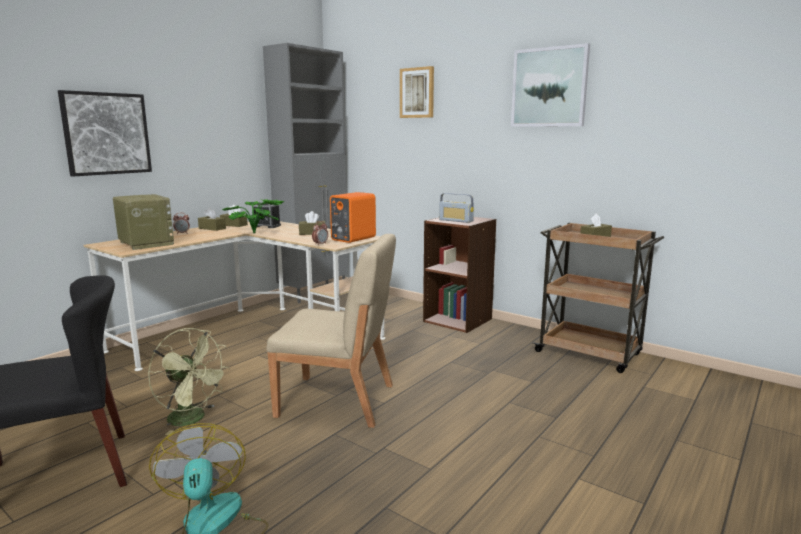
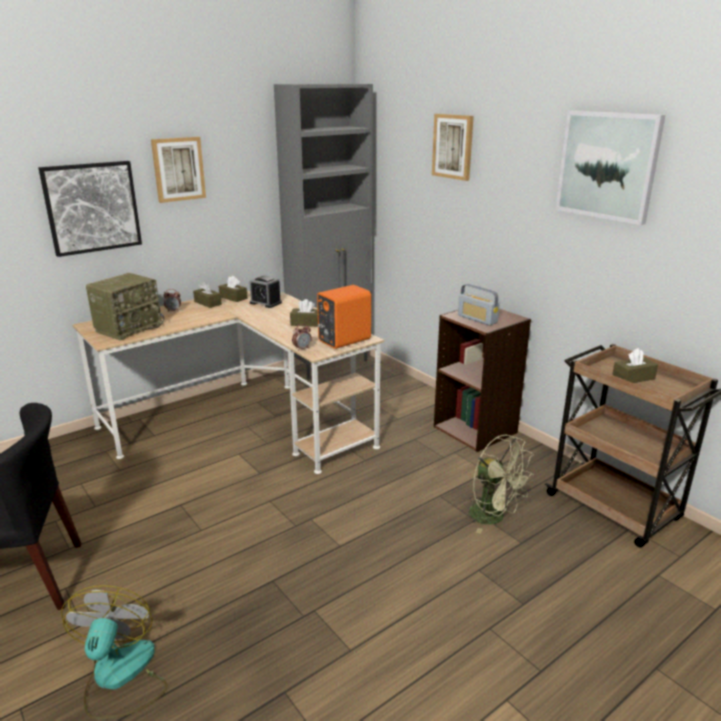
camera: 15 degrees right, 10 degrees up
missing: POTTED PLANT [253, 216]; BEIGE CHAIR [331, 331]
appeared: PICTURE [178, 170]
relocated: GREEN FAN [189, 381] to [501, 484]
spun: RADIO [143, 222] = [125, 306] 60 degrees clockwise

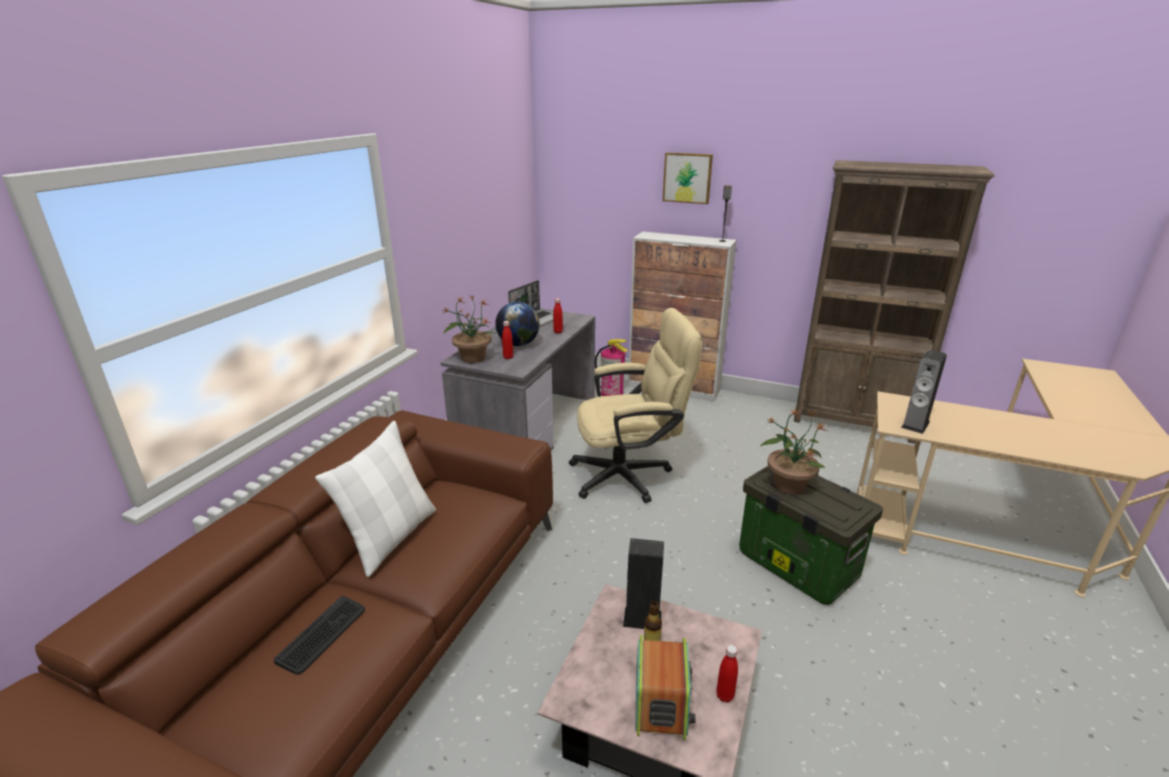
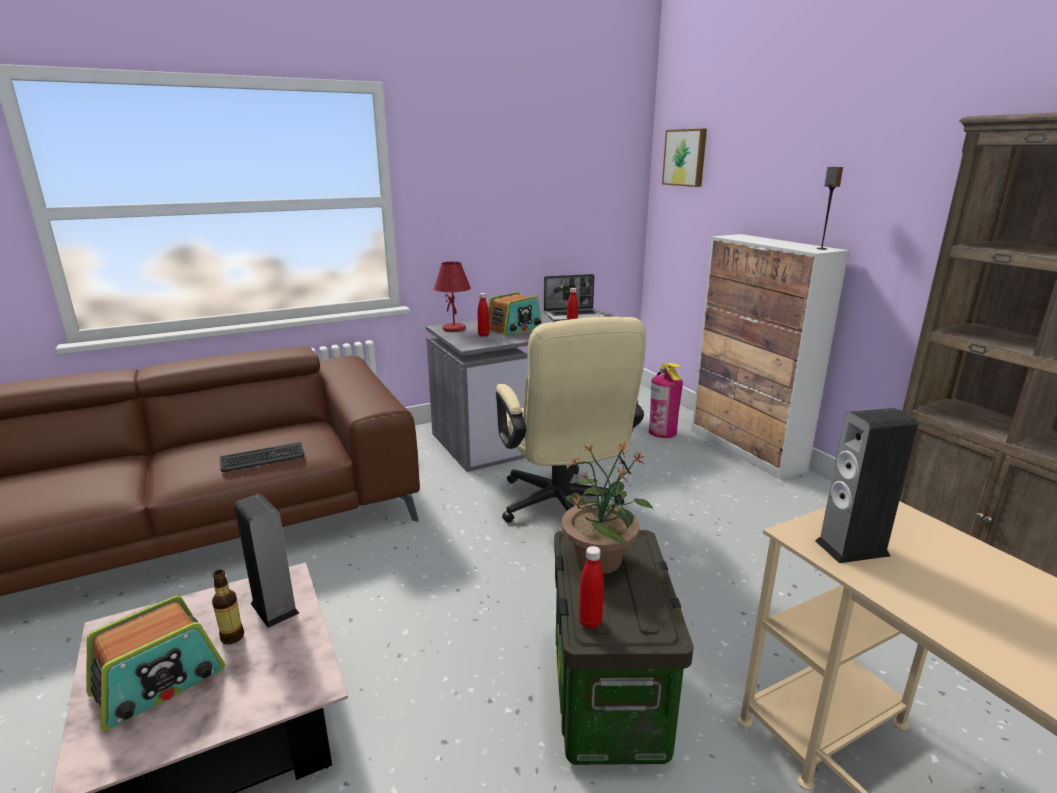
camera: 40 degrees right, 5 degrees down
missing: WHITE PILLOW [375, 499]
relocated: KEYBOARD [319, 635] to [262, 457]; RED BOTTLE [727, 674] to [591, 587]; PICTURE [688, 178] to [684, 158]
exchanged: POTTED PLANT [468, 329] to RED TABLE LAMP [452, 297]; GLOBE [517, 324] to RADIO [515, 314]
spun: BEIGE OFFICE CHAIR [635, 405] = [571, 420] 45 degrees clockwise

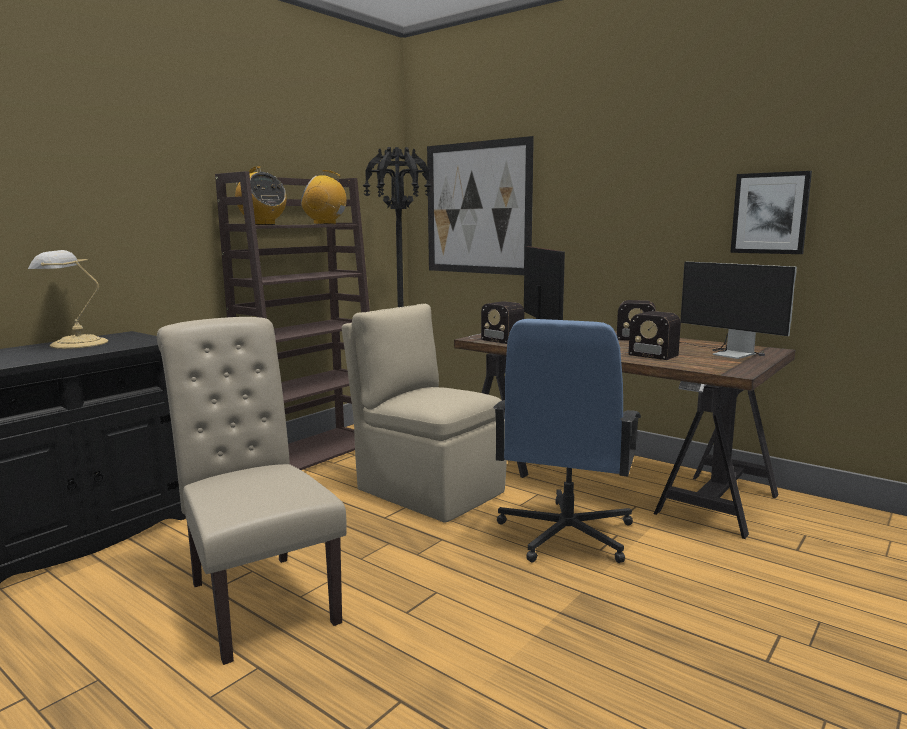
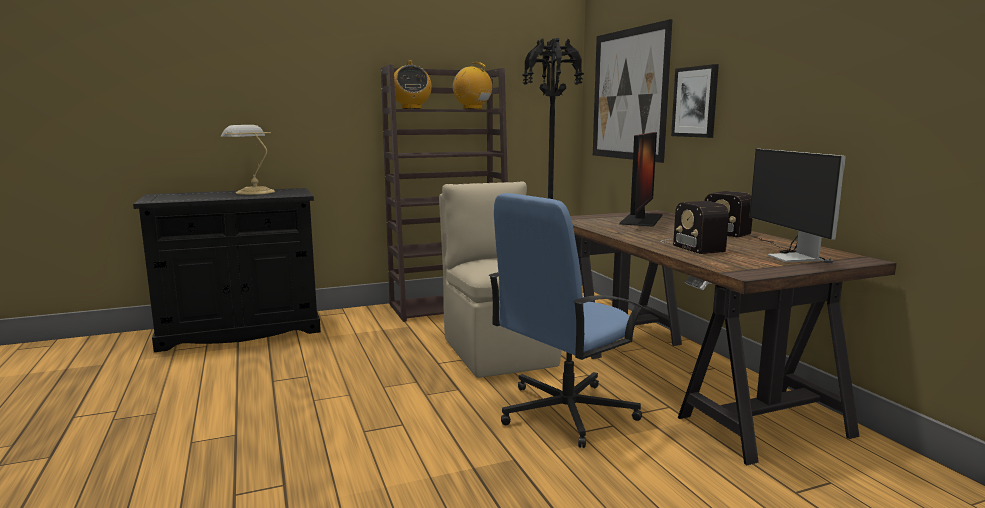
camera: 30 degrees right, 0 degrees up
missing: BEIGE CHAIR [252, 491]; RADIO [496, 322]
relocated: PICTURE [771, 212] to [695, 101]

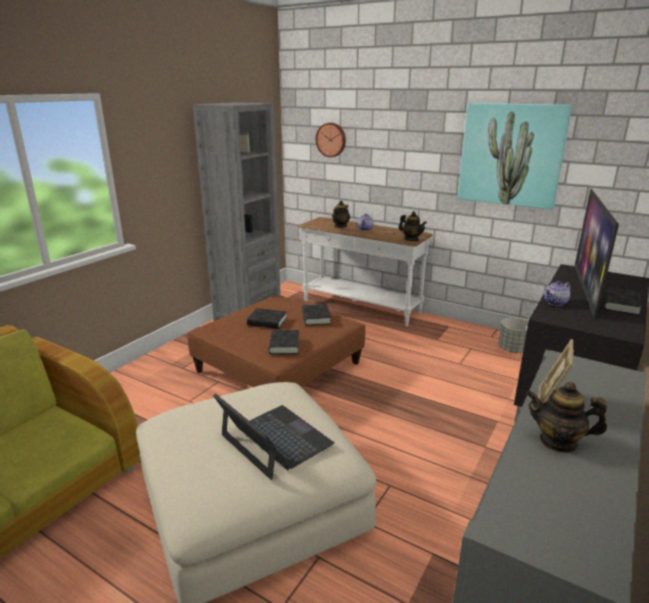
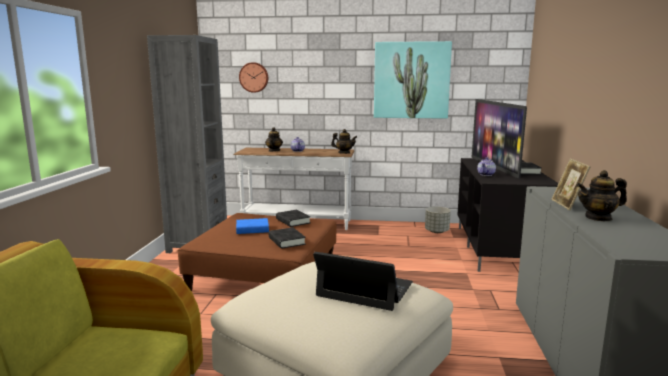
camera: 25 degrees left, 10 degrees down
colour: BLACK BOOK [267, 318] to BLUE BOOK [252, 226]

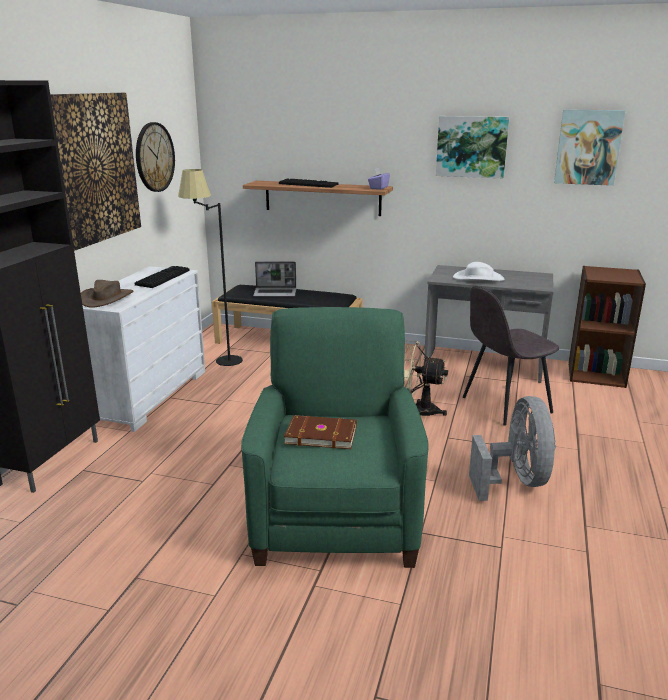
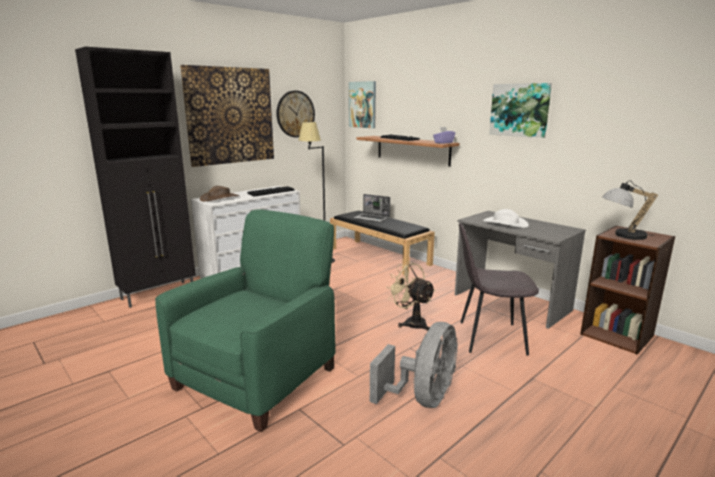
camera: 30 degrees right, 5 degrees down
missing: BROWN BOOK [320, 432]
appeared: TABLE LAMP [630, 210]
relocated: PICTURE [590, 148] to [362, 104]

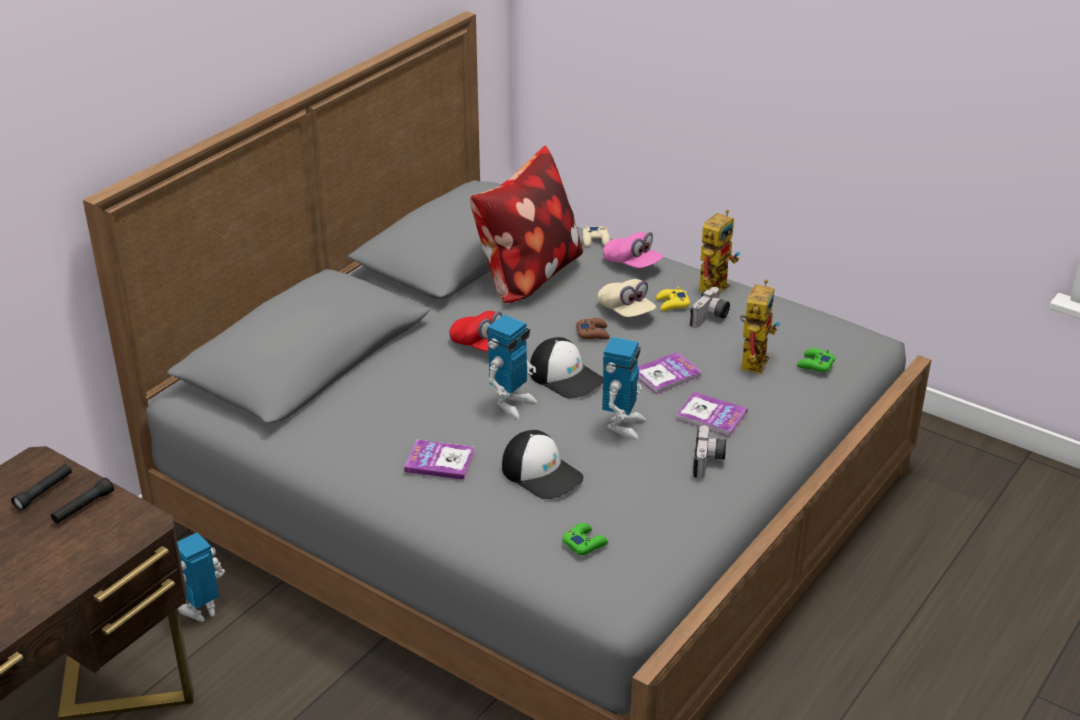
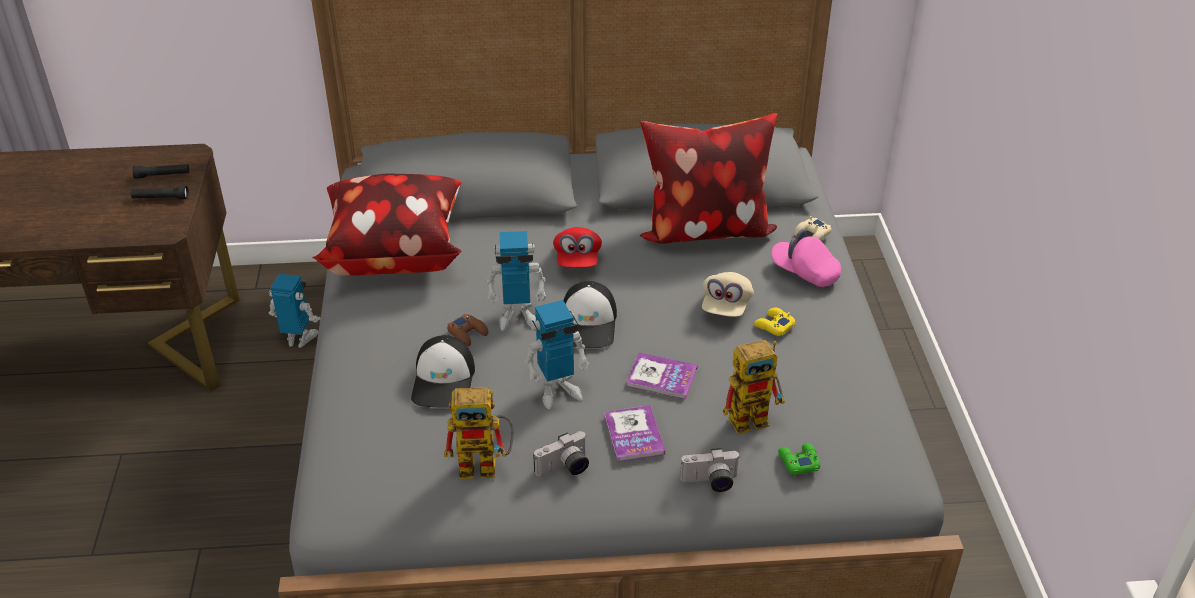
camera: 50 degrees right, 5 degrees up
missing: BOOK [439, 459]; GREEN GAME CONTROLLER [585, 539]
appeared: PILLOW [387, 224]
relocated: TOY ROBOT [719, 252] to [479, 433]; BROWN GAME CONTROLLER [593, 329] to [467, 330]; PHOTO CAMERA [710, 307] to [710, 470]
spun: PINK CAP [633, 250] = [806, 258] 120 degrees clockwise

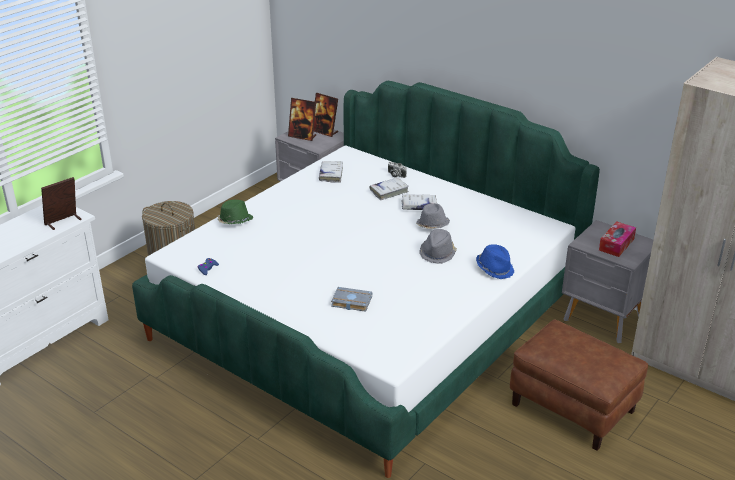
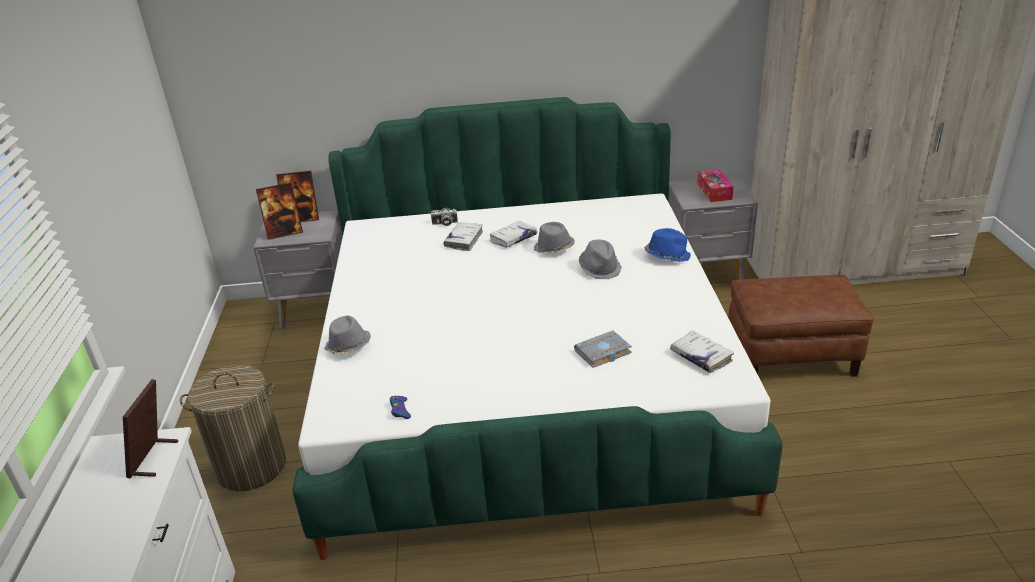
camera: 40 degrees left, 0 degrees up
relocated: WHITE BOOK [331, 172] to [702, 352]
colour: GREEN HAT [235, 212] to GREY HAT [347, 335]

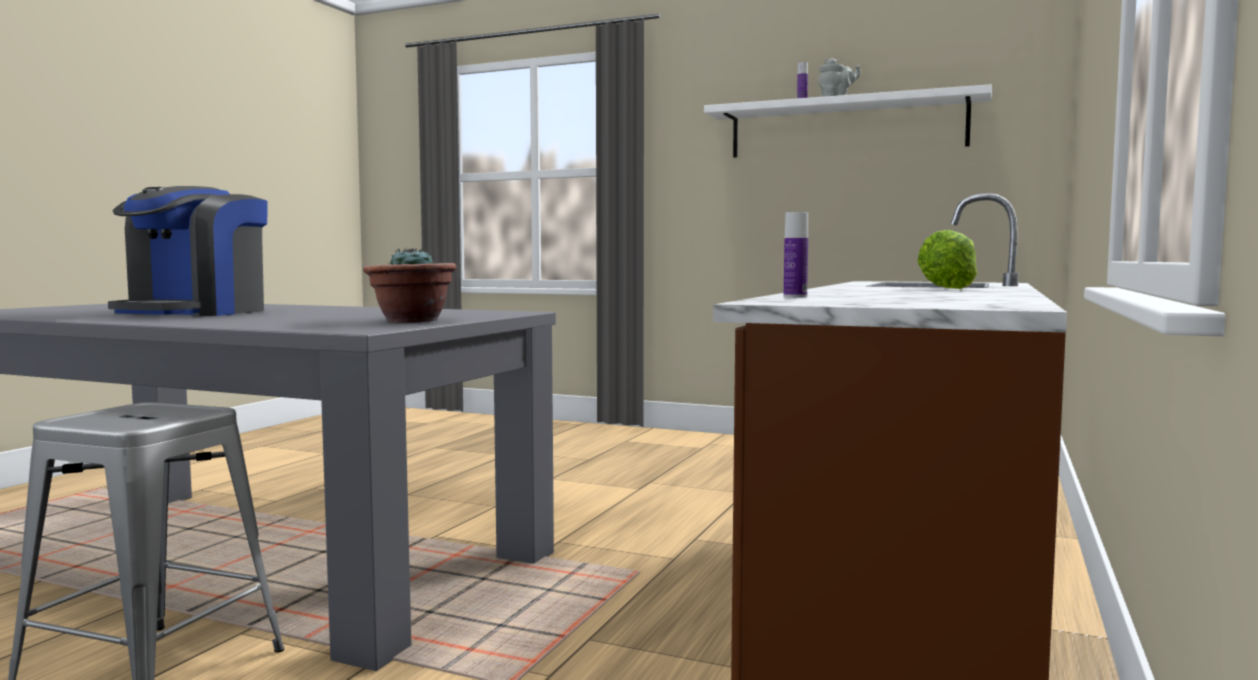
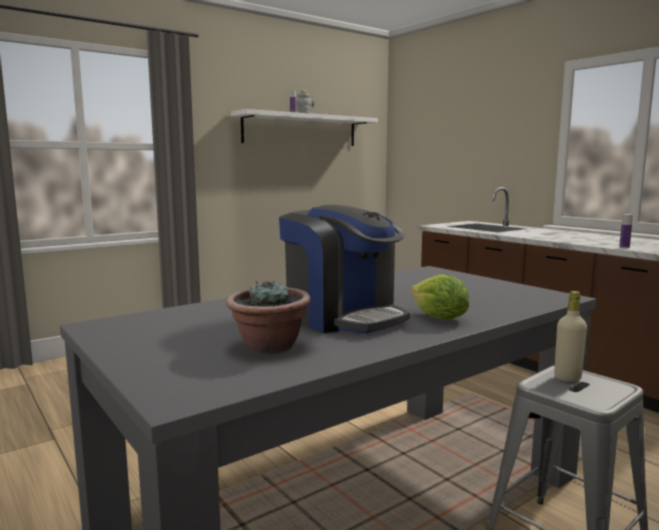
camera: 60 degrees left, 5 degrees up
appeared: BEIGE BOTTLE [570, 336]
relocated: POTTED PLANT [409, 285] to [268, 317]; LETTUCE [947, 259] to [439, 296]

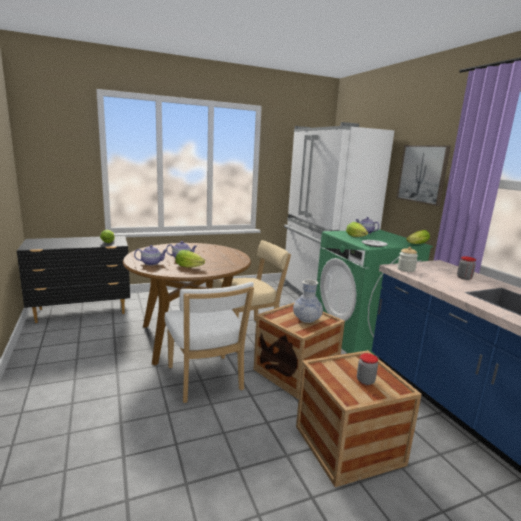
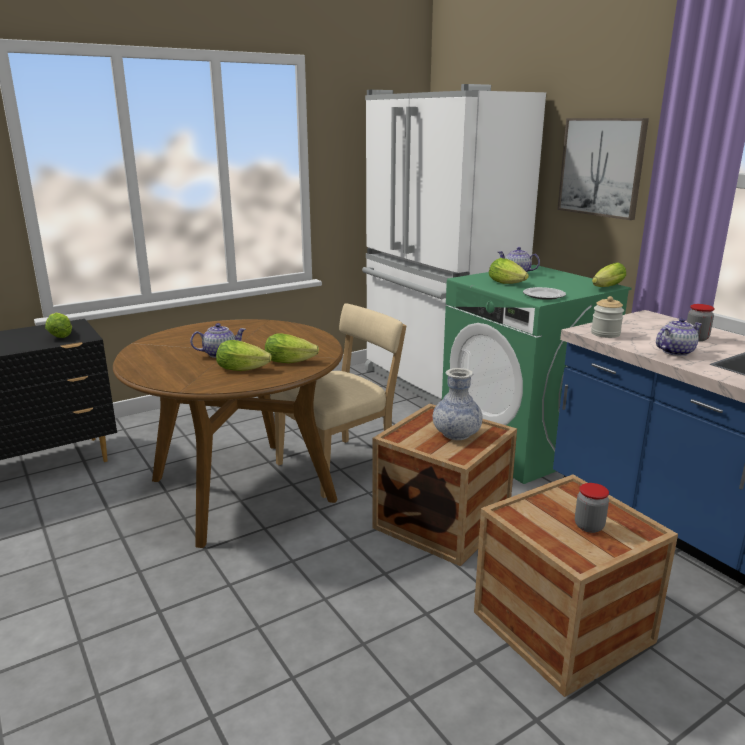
camera: 10 degrees left, 5 degrees up
missing: WHITE CHAIR [209, 342]
appeared: LETTUCE [292, 348]
relocated: TEAPOT [150, 255] to [679, 337]

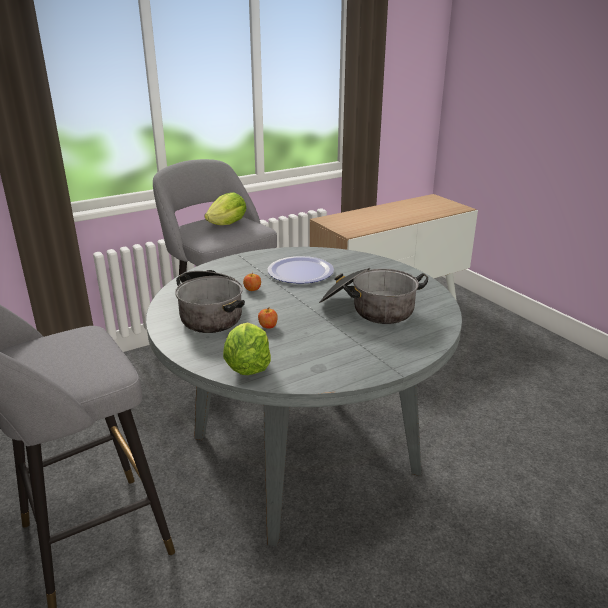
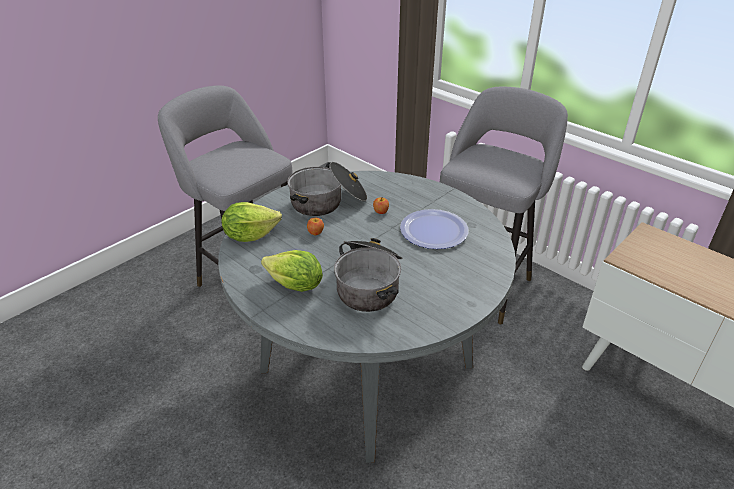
camera: 75 degrees right, 10 degrees up
relocated: LETTUCE [225, 208] to [292, 271]

